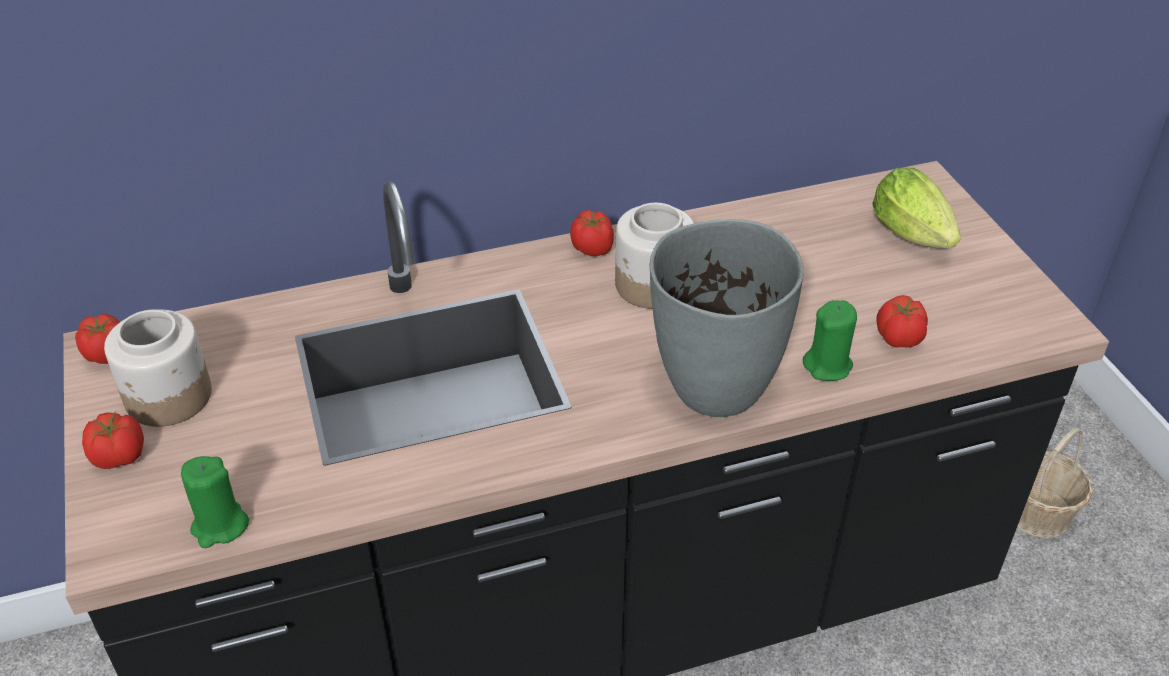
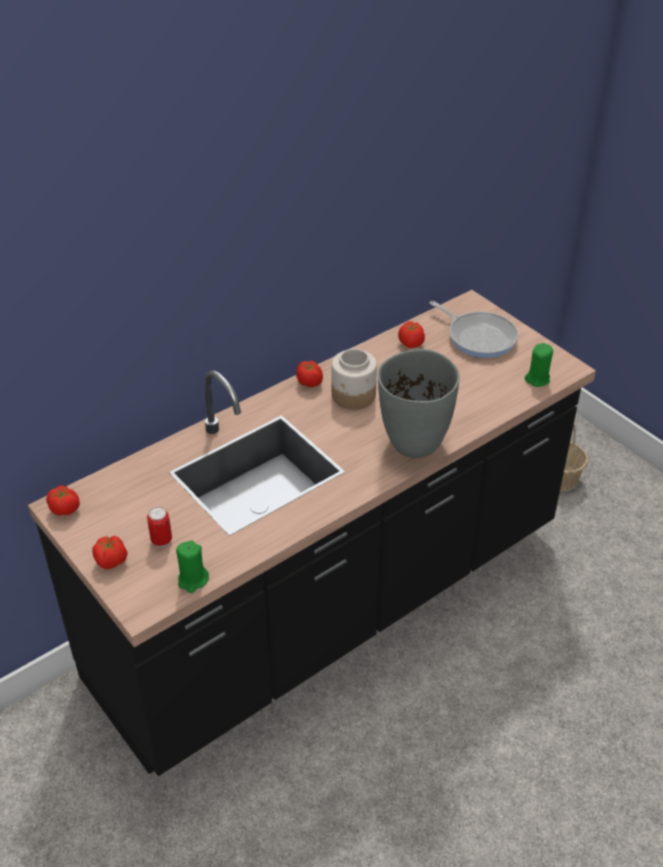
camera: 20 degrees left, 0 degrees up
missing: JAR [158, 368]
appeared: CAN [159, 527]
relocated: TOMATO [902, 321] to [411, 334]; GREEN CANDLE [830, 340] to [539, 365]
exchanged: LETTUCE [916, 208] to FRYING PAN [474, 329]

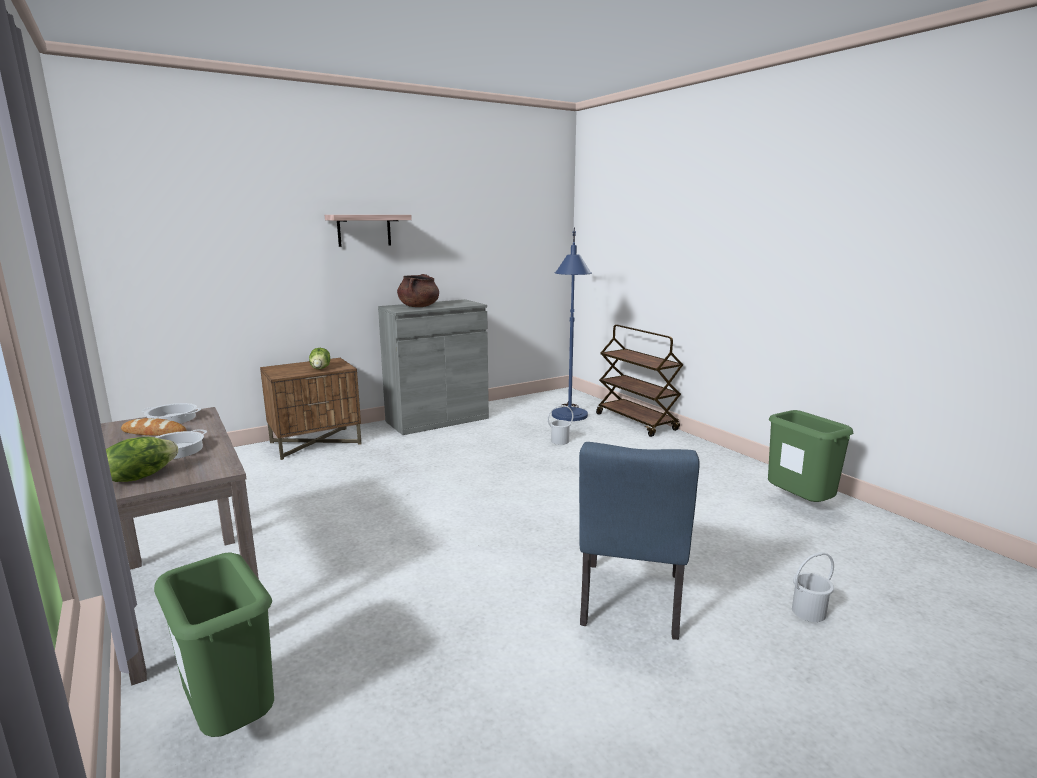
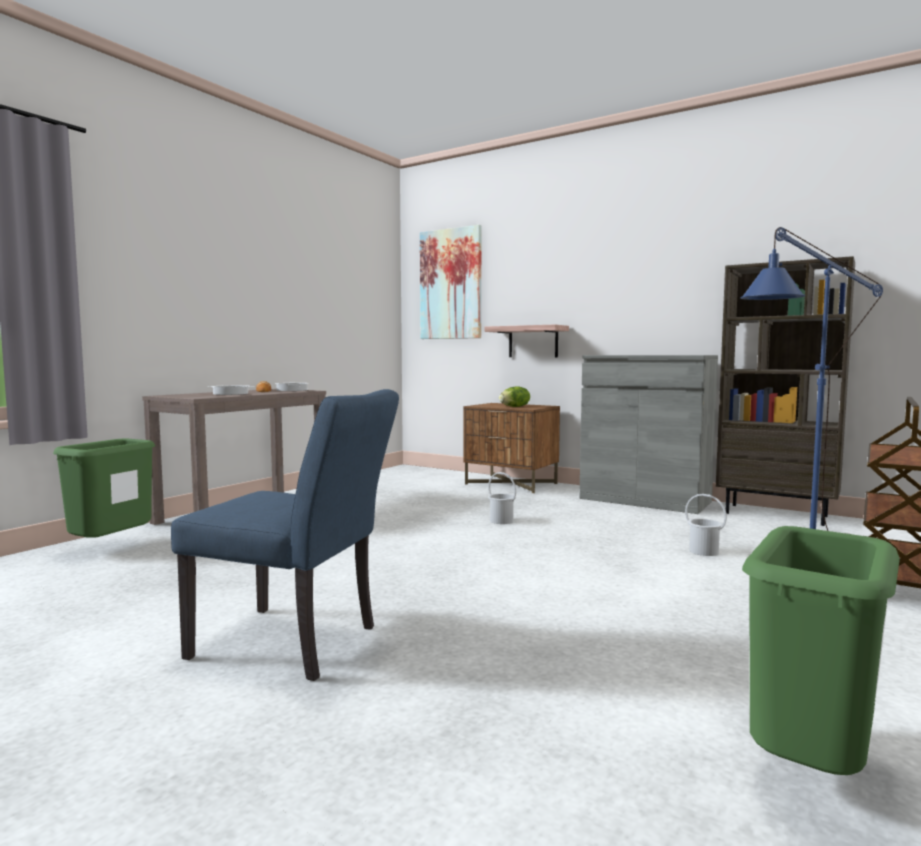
camera: 65 degrees right, 10 degrees down
missing: LETTUCE [142, 459]; BROWN COOKING POT [418, 290]
appeared: PICTURE [451, 282]; BROWN BOOKCASE [785, 391]
relocated: SHELF [368, 231] to [527, 341]; WHITE BUCKET [813, 587] to [502, 498]
spun: BLUE CHAIR [639, 541] = [285, 535] 150 degrees counterclockwise

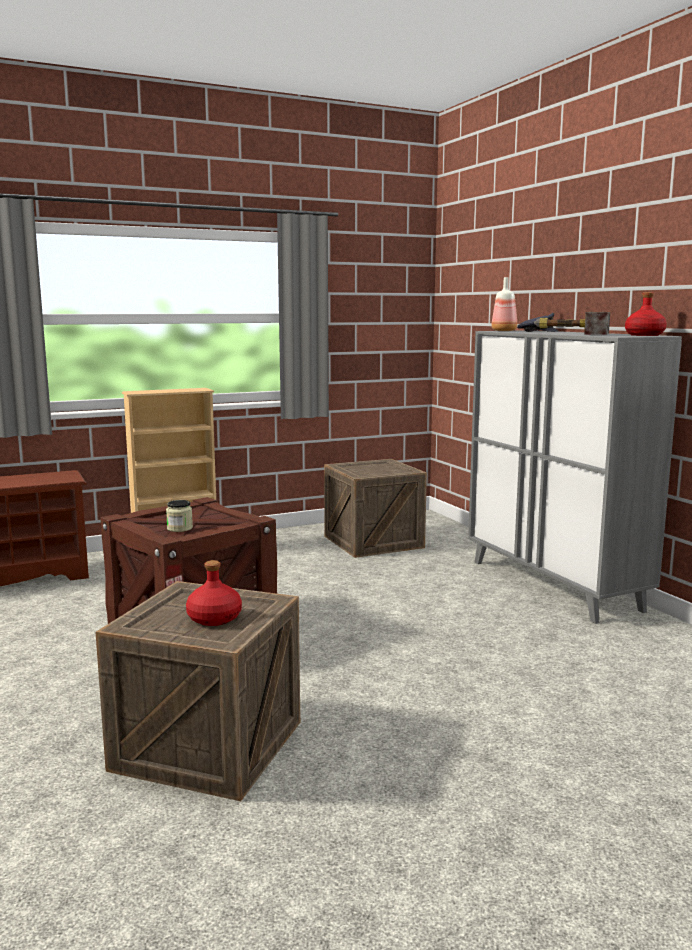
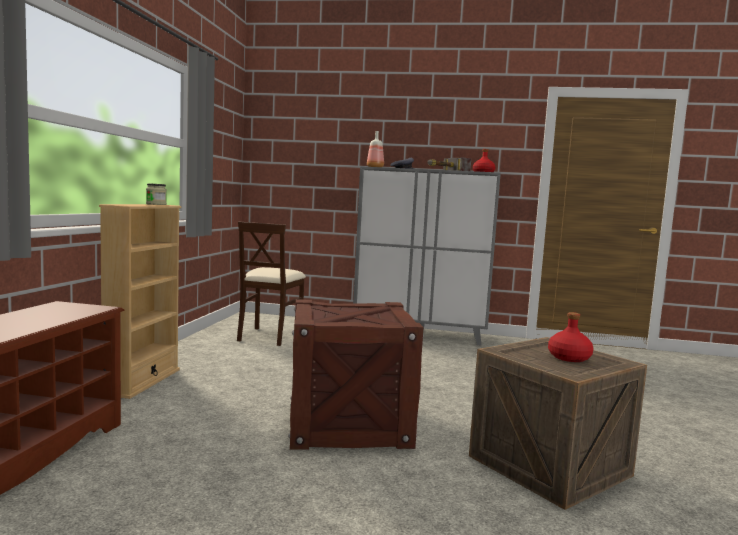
camera: 55 degrees left, 5 degrees down
relocated: JAR [179, 516] to [156, 194]
exchanged: CRATE [375, 508] to BEIGE CHAIR [271, 284]

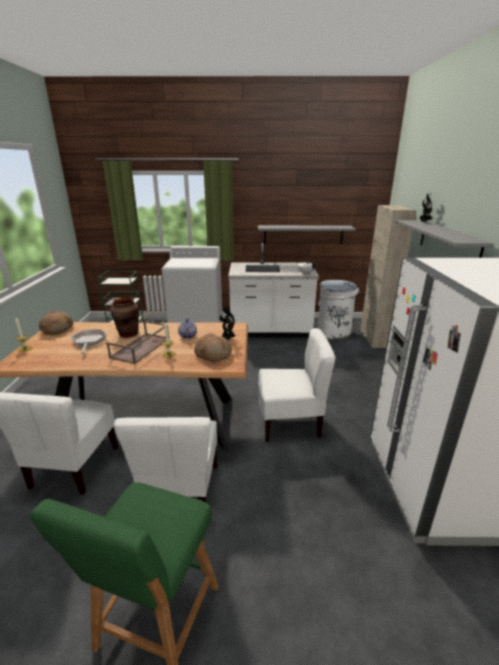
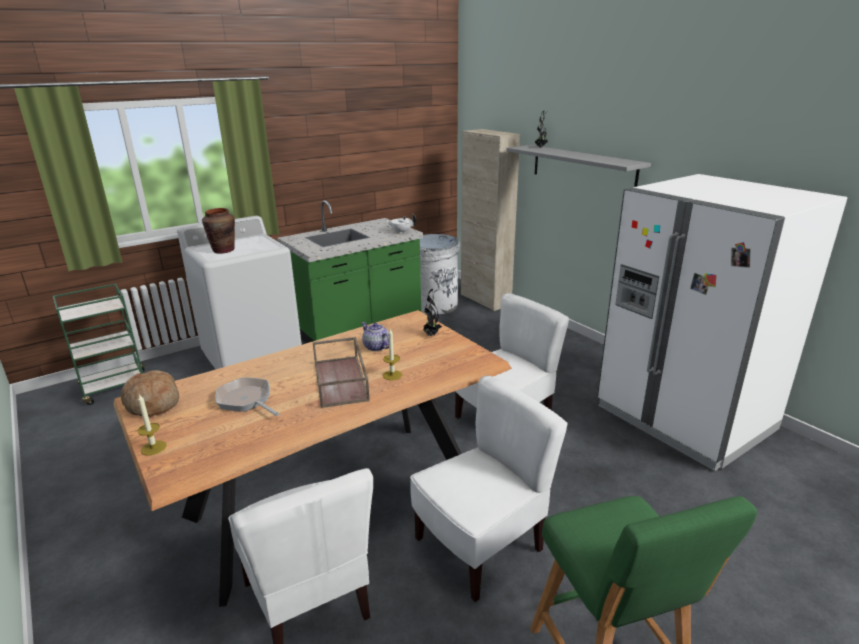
camera: 35 degrees left, 0 degrees up
missing: BREAD [213, 347]; GREY SHELF [307, 234]
relocated: BROWN VASE [124, 318] to [218, 231]
colour: WHITE COUNTER [273, 290] to GREEN COUNTER [350, 271]
spun: WHITE CHAIR [165, 459] = [489, 488] 90 degrees counterclockwise

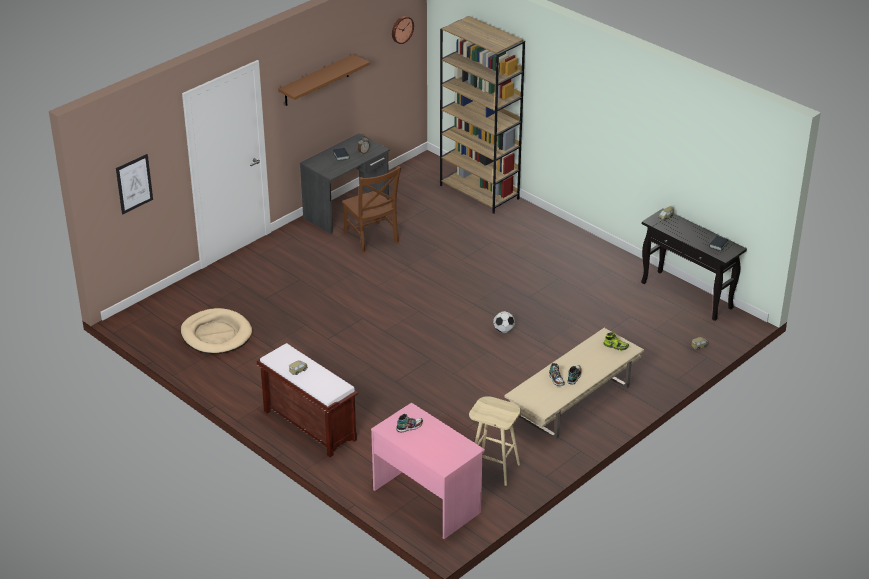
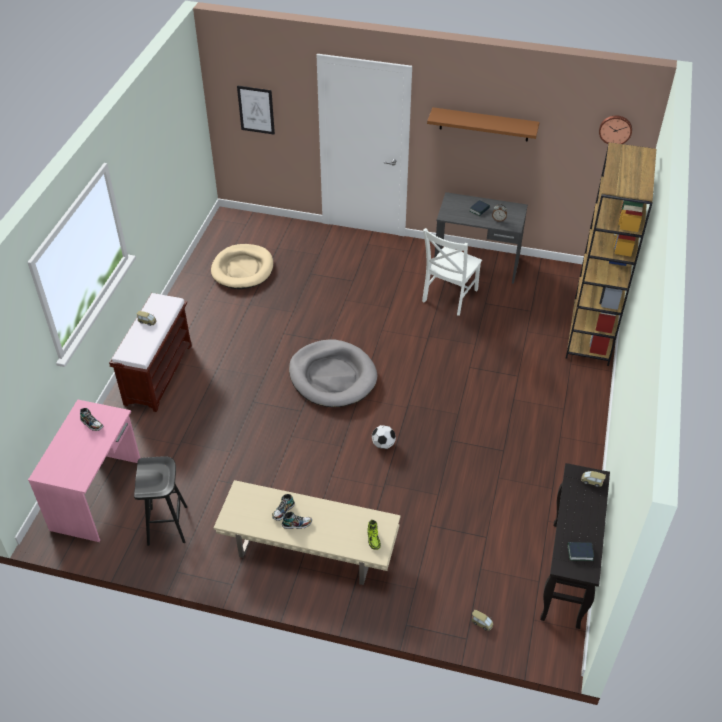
camera: 60 degrees right, 10 degrees up
appeared: GREY DOG BED [333, 373]
colour: BEIGE STOOL [494, 441] to BLACK STOOL [160, 501]; BROWN CHAIR [371, 210] to WHITE CHAIR [452, 272]

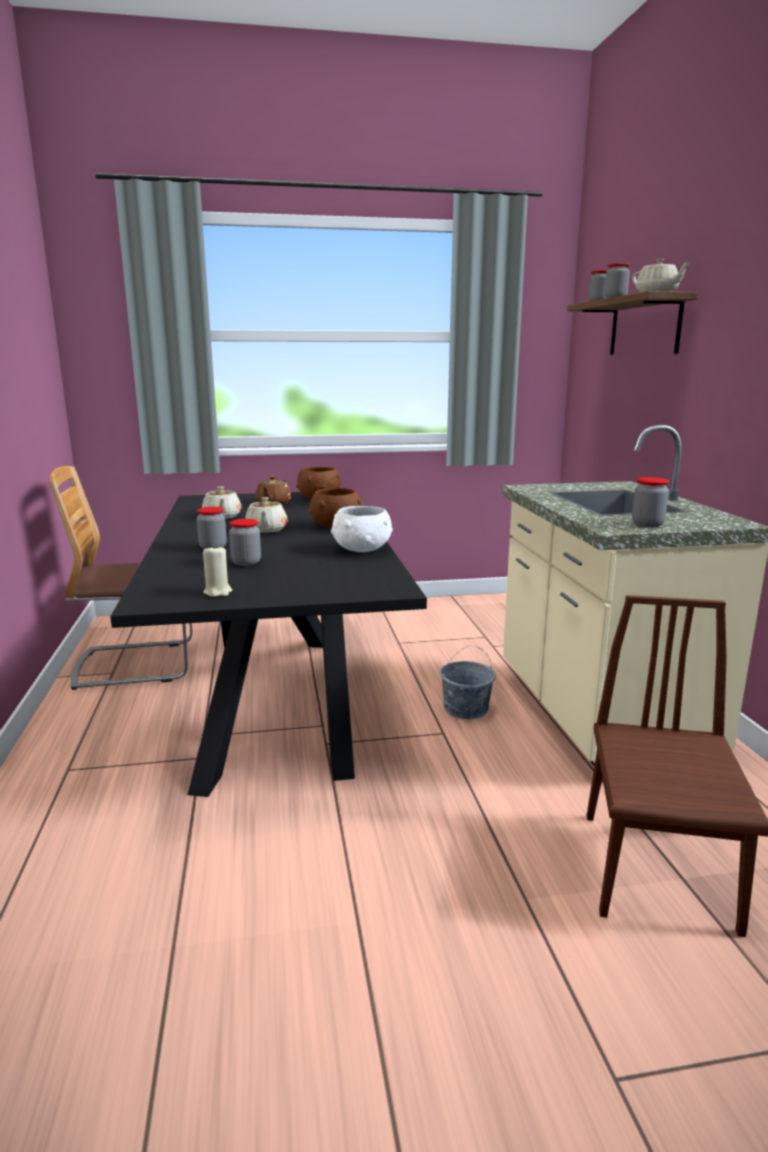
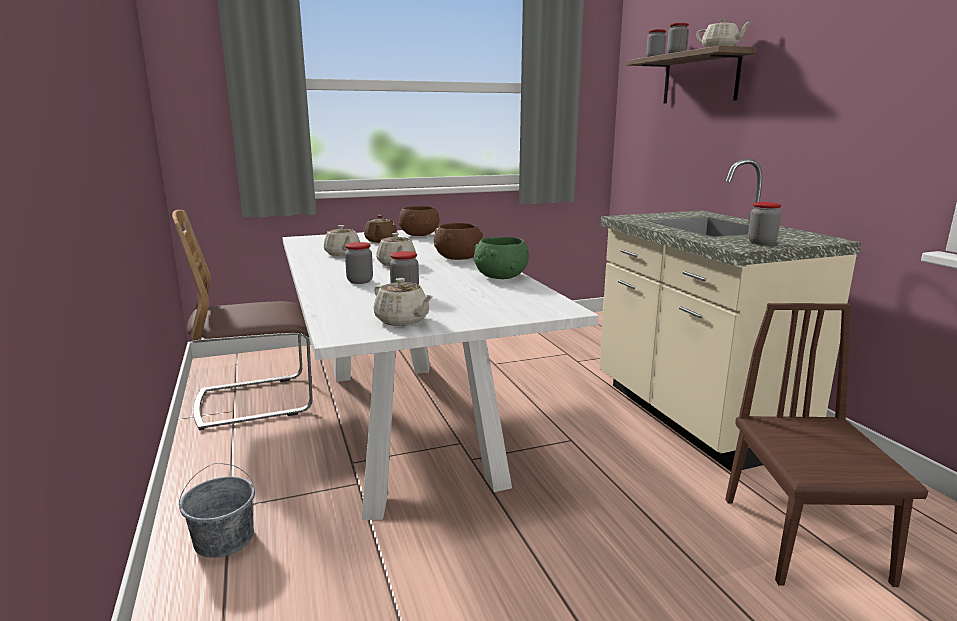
camera: 10 degrees left, 0 degrees up
relocated: GREY BUCKET [468, 682] to [217, 510]
exchanged: BEIGE CANDLE [217, 571] to BEIGE TEAPOT [403, 302]
colour: BLACK DINING TABLE [268, 644] to WHITE DINING TABLE [441, 374]; WHITE BOWL [362, 529] to GREEN BOWL [501, 258]

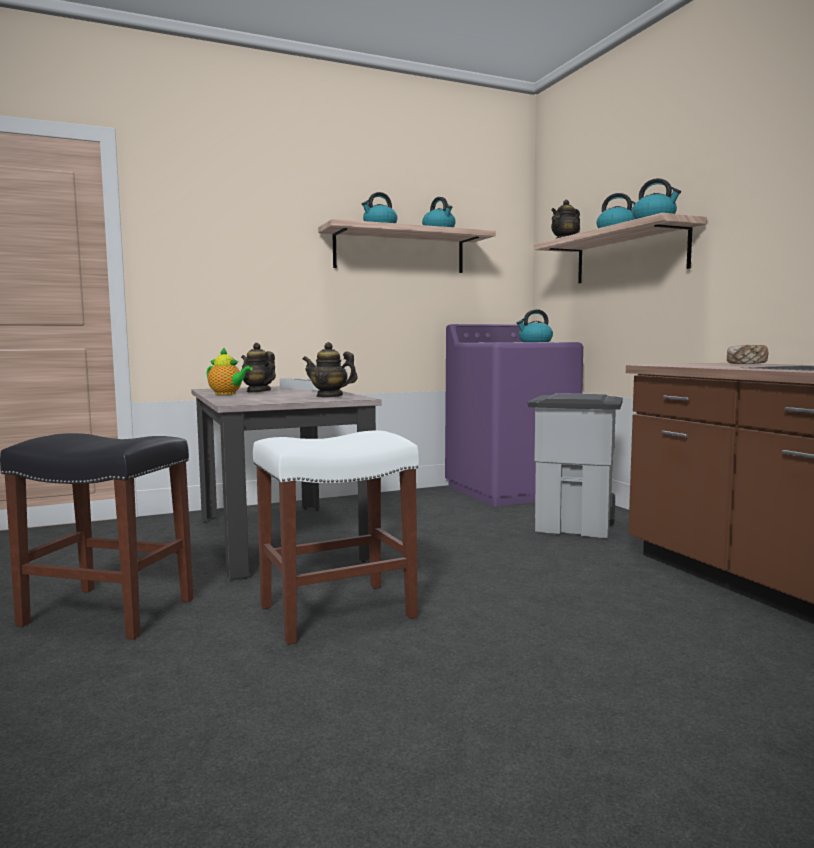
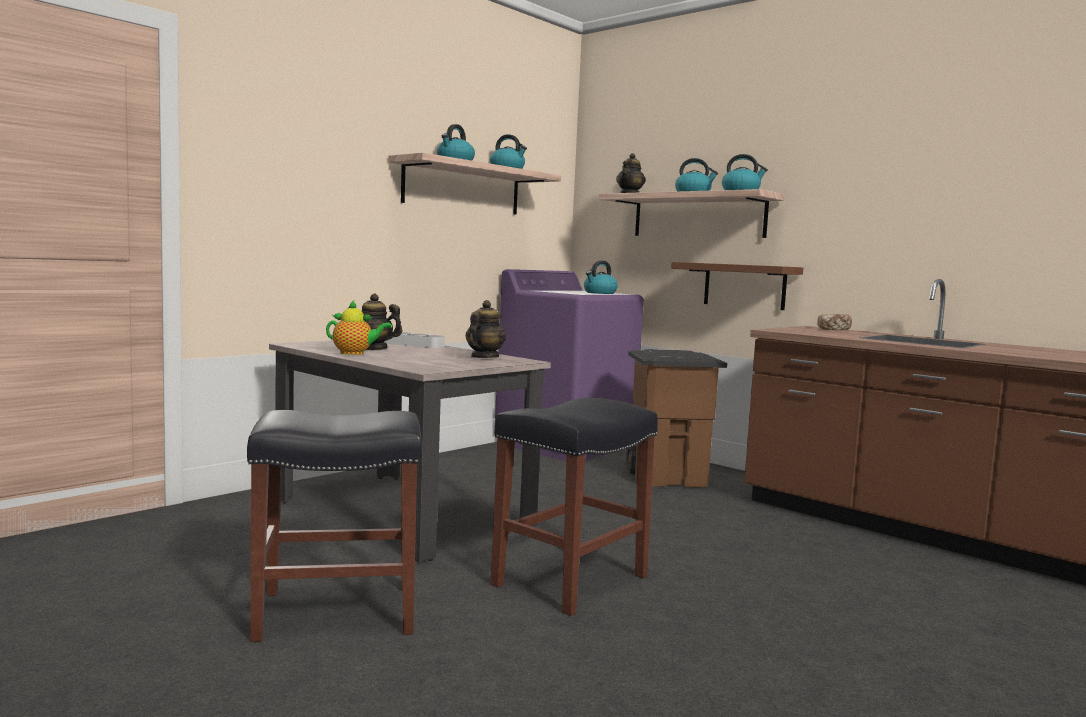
camera: 25 degrees left, 0 degrees up
appeared: BROWN SHELF [737, 286]
colour: WHITE STOOL [336, 537] to BLACK STOOL [574, 507]; GREY TRASH CAN [575, 465] to BROWN TRASH CAN [676, 418]
spun: TEAPOT [330, 369] = [486, 329] 120 degrees clockwise

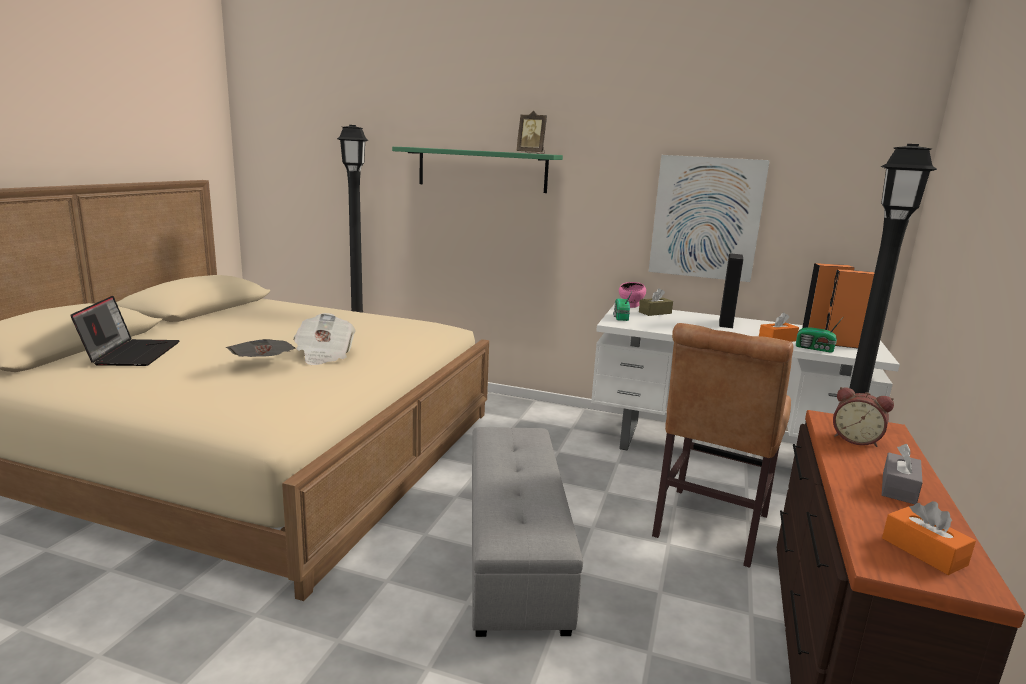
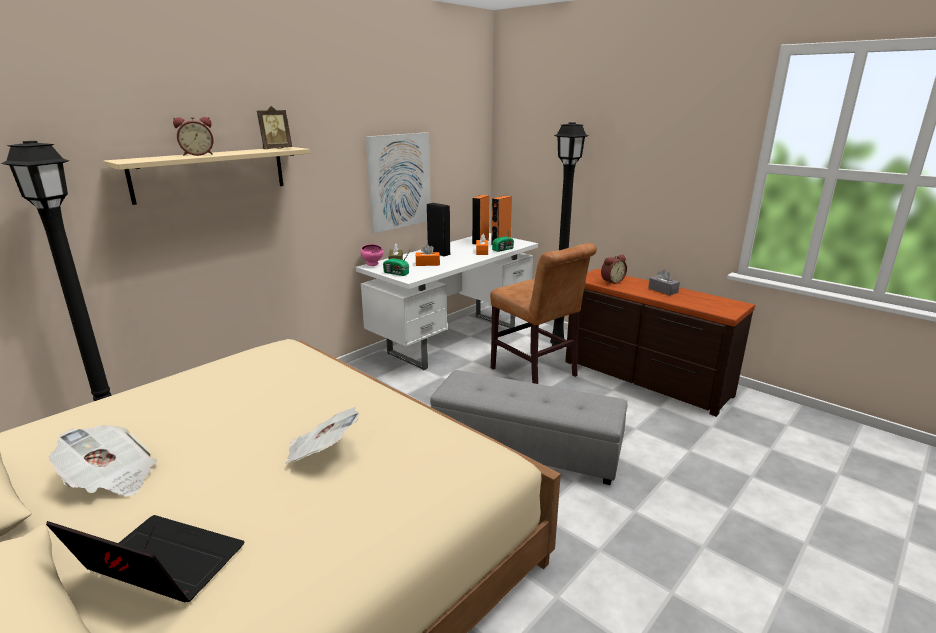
camera: 65 degrees left, 5 degrees up
appeared: ALARM CLOCK [193, 136]
relocated: NEWSPAPER [324, 339] to [103, 460]; ORANGE TISSUE BOX [929, 538] to [428, 255]
colour: GREEN SHELF [477, 170] to BEIGE SHELF [206, 176]

